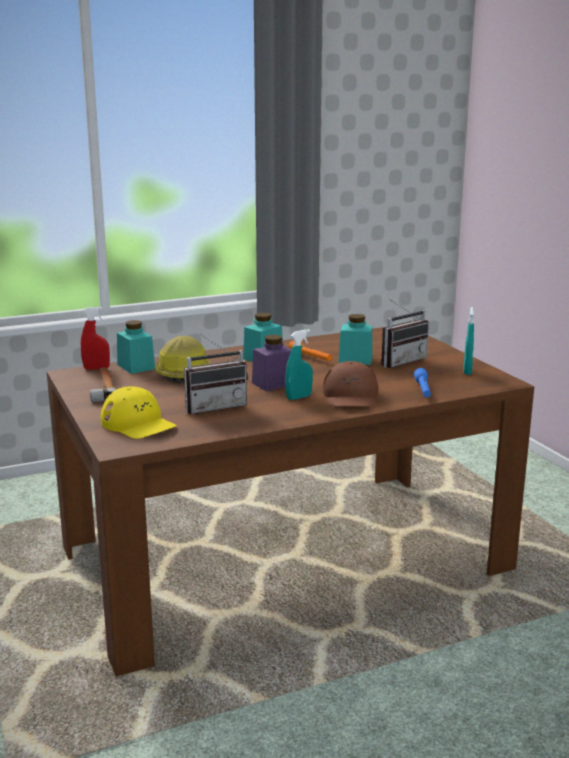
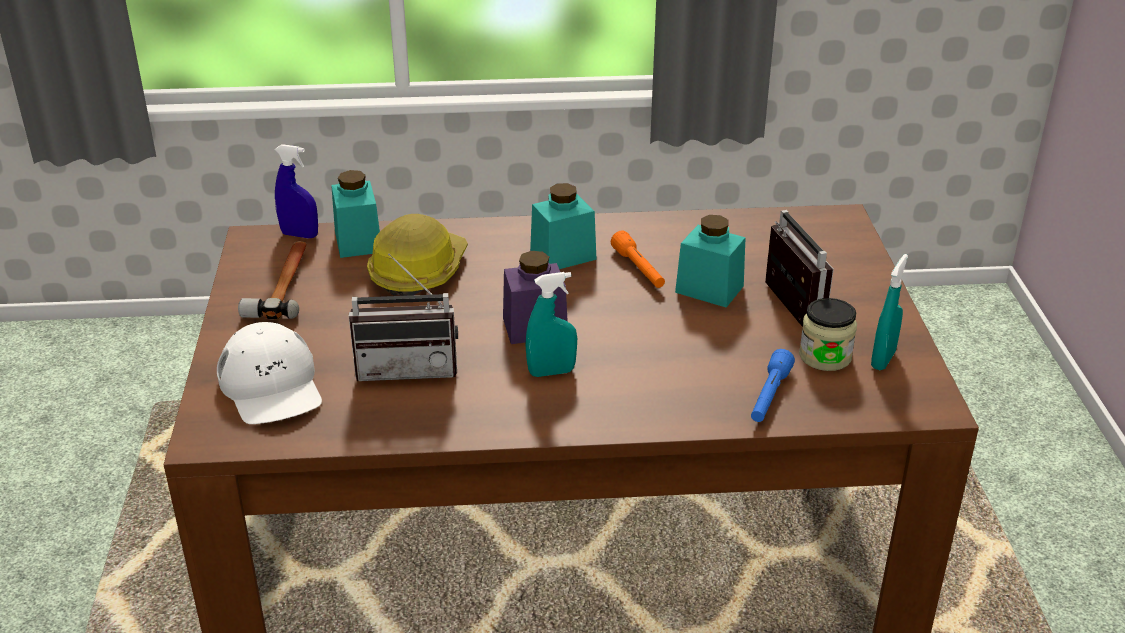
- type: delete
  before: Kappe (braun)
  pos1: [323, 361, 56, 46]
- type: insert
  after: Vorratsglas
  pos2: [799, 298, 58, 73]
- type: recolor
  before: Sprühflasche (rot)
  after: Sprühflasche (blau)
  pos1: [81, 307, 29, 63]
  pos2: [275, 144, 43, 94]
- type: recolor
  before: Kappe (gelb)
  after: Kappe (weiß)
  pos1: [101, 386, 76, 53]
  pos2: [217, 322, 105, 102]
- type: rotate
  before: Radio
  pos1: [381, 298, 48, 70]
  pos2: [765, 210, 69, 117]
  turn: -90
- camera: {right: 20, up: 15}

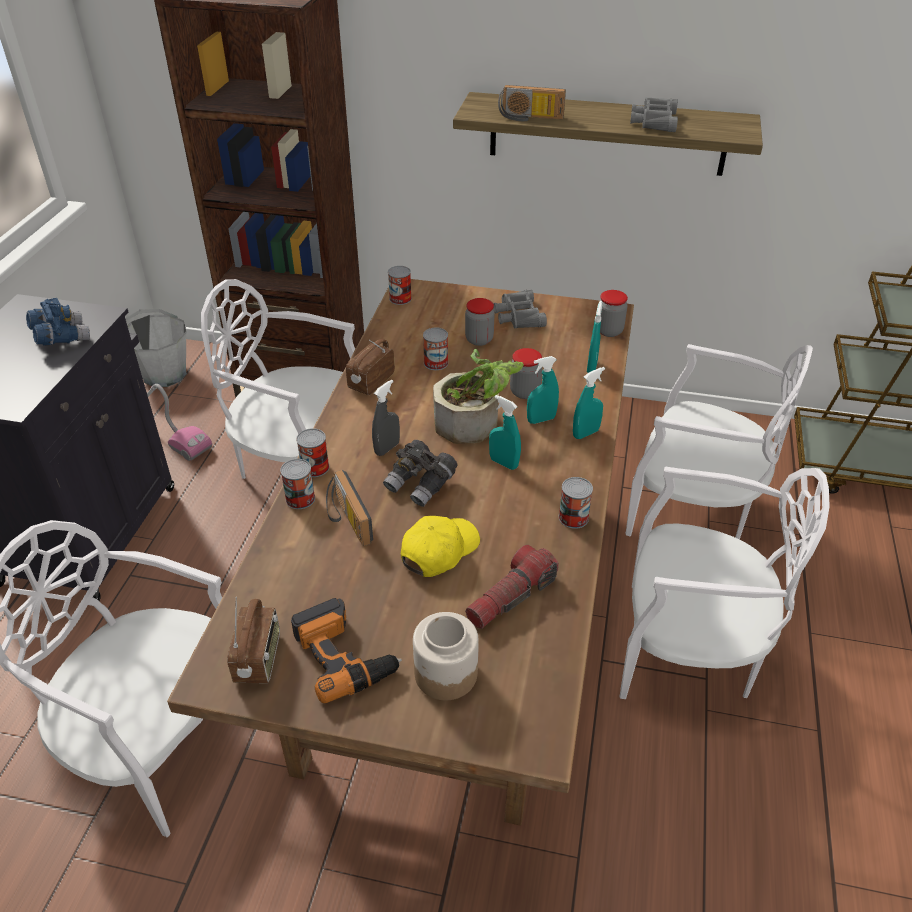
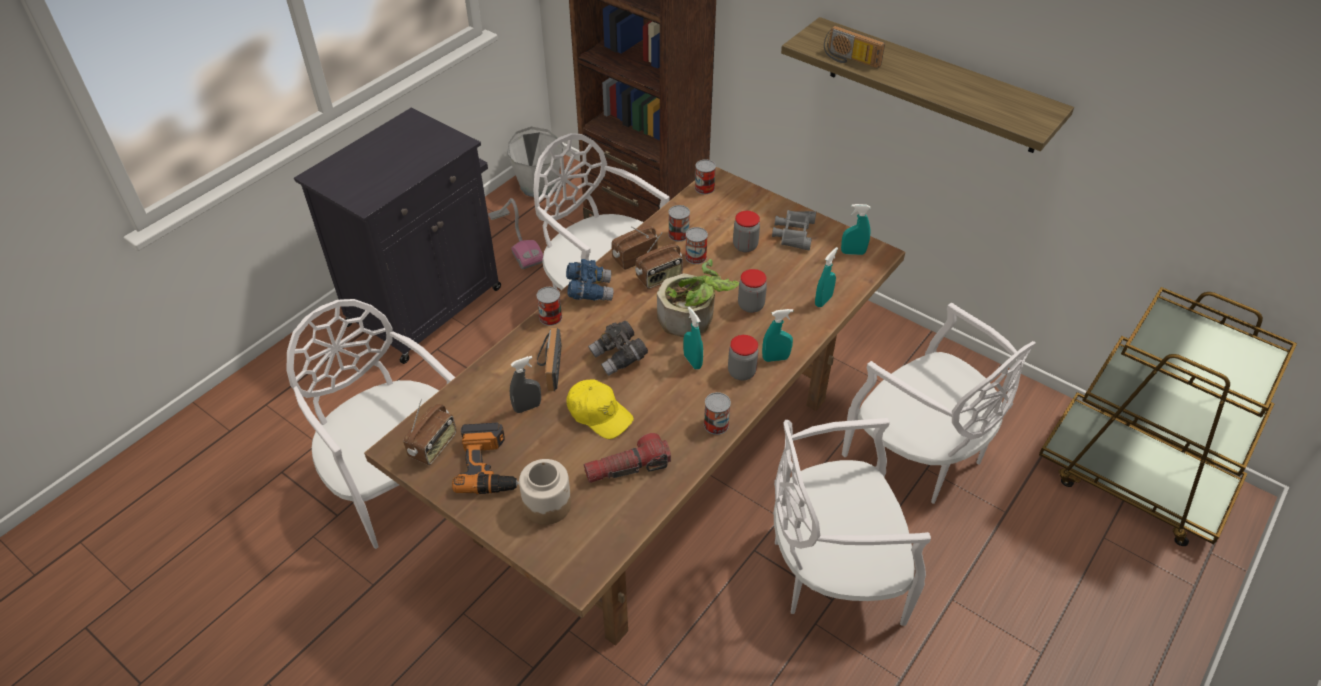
- type: delete
  before: Fernglas (grau)
  pos1: [630, 97, 48, 35]
- type: insert
  after: Radio
  pos2: [635, 232, 48, 57]
- type: move
  before: Fernglas (blau)
  pos1: [26, 298, 64, 48]
  pos2: [566, 259, 47, 42]
- type: move
  before: Dose
  pos1: [280, 459, 35, 50]
  pos2: [668, 205, 22, 37]
- type: move
  before: Sprühflasche (grau)
  pos1: [372, 380, 28, 76]
  pos2: [510, 356, 31, 57]
- type: move
  before: Sprühflasche (türkis)
  pos1: [527, 356, 32, 68]
  pos2: [841, 204, 30, 51]
- type: move
  before: Vorratsglas
  pos1: [600, 290, 28, 47]
  pos2: [728, 335, 31, 46]
- type: rotate
  before: Kappe (gelb)
  pos1: [401, 516, 79, 61]
  pos2: [566, 379, 68, 60]
  turn: 60
- type: rotate
  before: Stuhl (weiß)
  pos1: [619, 467, 211, 232]
  pos2: [774, 418, 157, 208]
  turn: 135
- camera: {right: 25, up: 5}

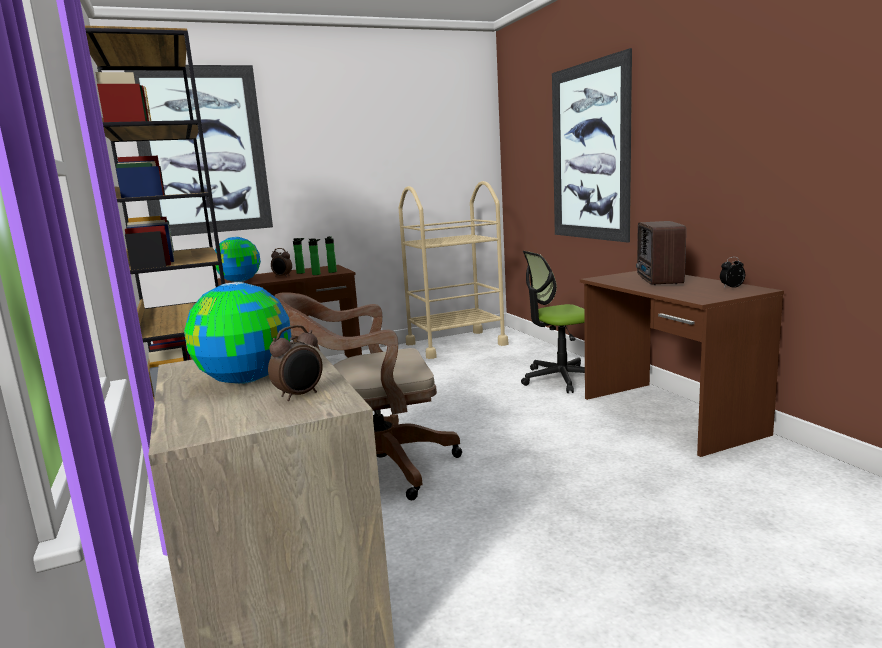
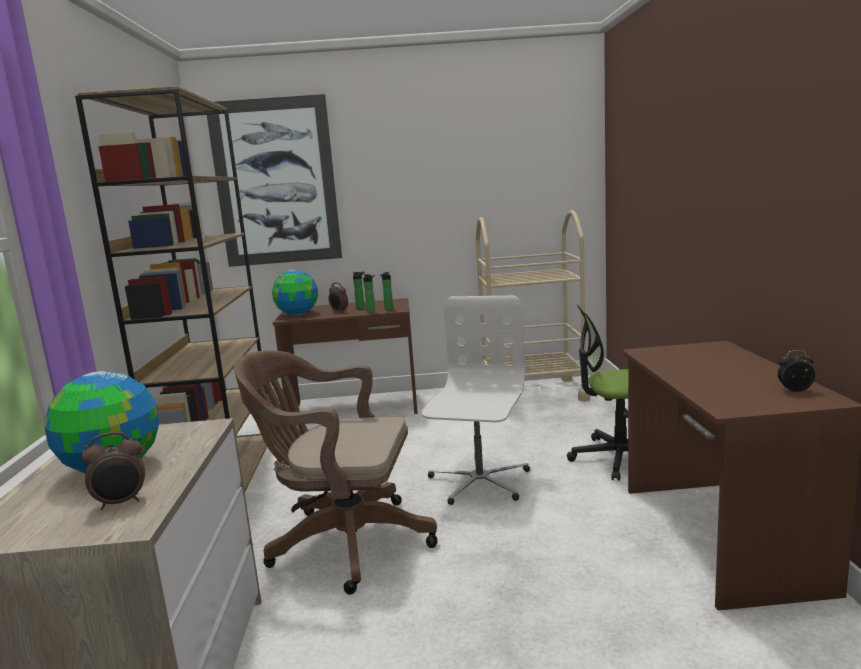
- type: delete
  before: Bild
  pos1: [552, 48, 80, 195]
- type: delete
  before: Radio
  pos1: [636, 221, 50, 64]
- type: insert
  after: Bürostuhl (weiß)
  pos2: [421, 296, 109, 209]
- camera: {right: 20, up: 0}

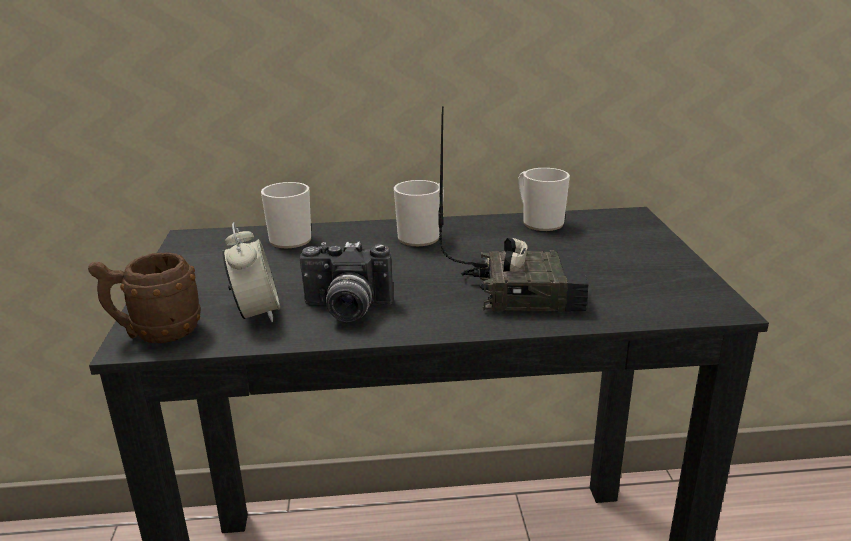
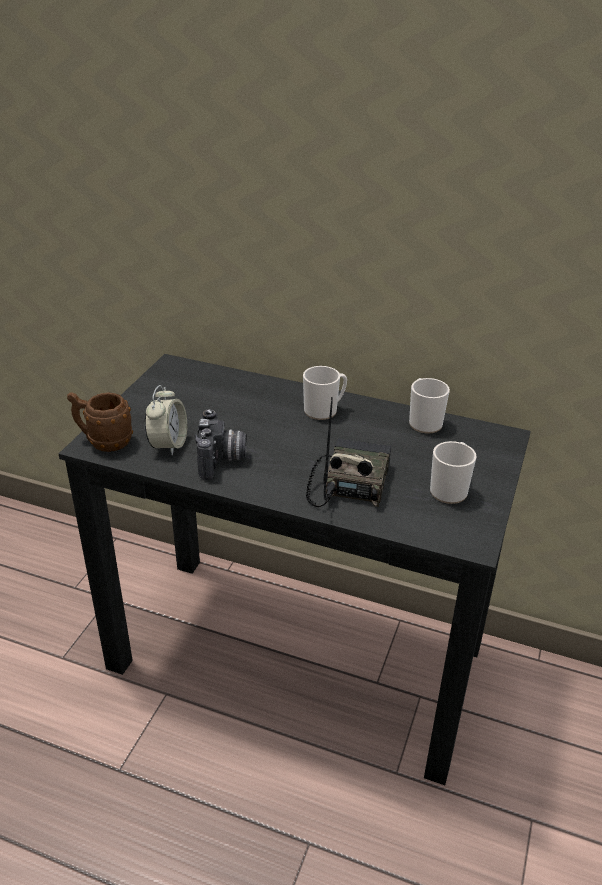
- type: move
  before: Henkelbecher
  pos1: [261, 182, 50, 66]
  pos2: [430, 441, 46, 63]
- type: rotate
  before: Kamera
  pos1: [299, 242, 94, 80]
  pos2: [195, 409, 52, 71]
  turn: -120
- type: rotate
  before: Radio
  pos1: [438, 106, 151, 206]
  pos2: [306, 397, 86, 110]
  turn: -105
- camera: {right: 25, up: 10}

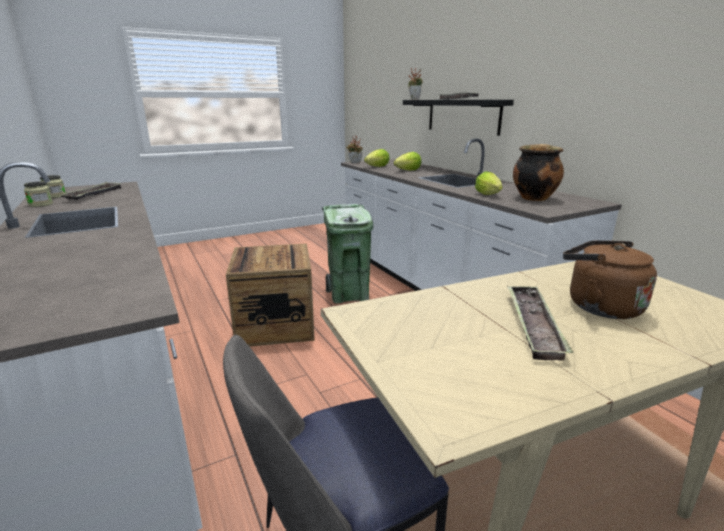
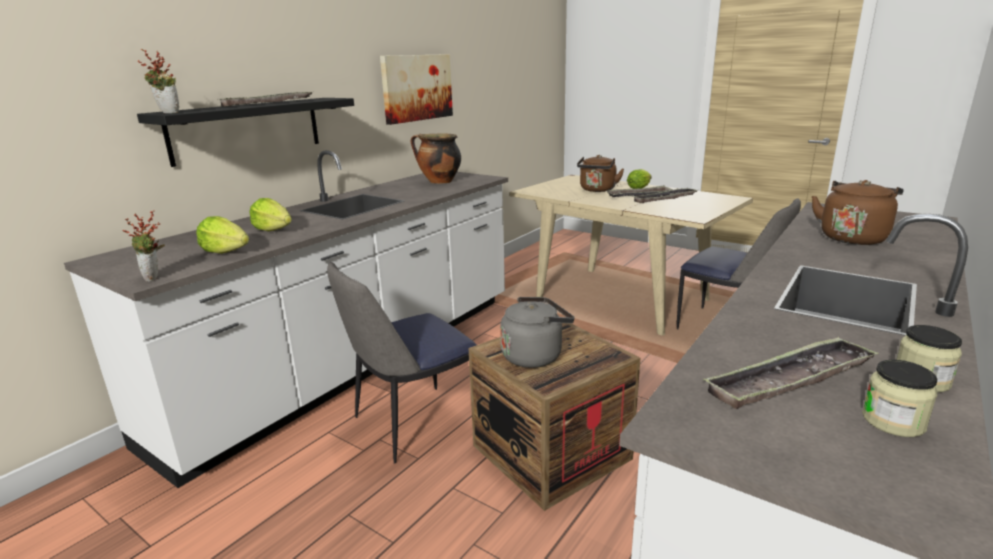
- type: insert
  after: Bild
  pos2: [380, 54, 73, 71]
- type: insert
  after: Wasserkessel (grau)
  pos2: [500, 297, 75, 71]
- type: insert
  after: Tablett
  pos2: [632, 188, 66, 15]
- type: insert
  after: Wasserkessel (braun)
  pos2: [812, 180, 92, 65]
- type: move
  before: Salatkopf
  pos1: [475, 171, 28, 24]
  pos2: [627, 169, 25, 20]
- type: replace
  before: Mülleimer (grün)
  after: Stuhl
  pos1: [322, 204, 51, 100]
  pos2: [327, 262, 149, 202]
- camera: {right: -115, up: 0}

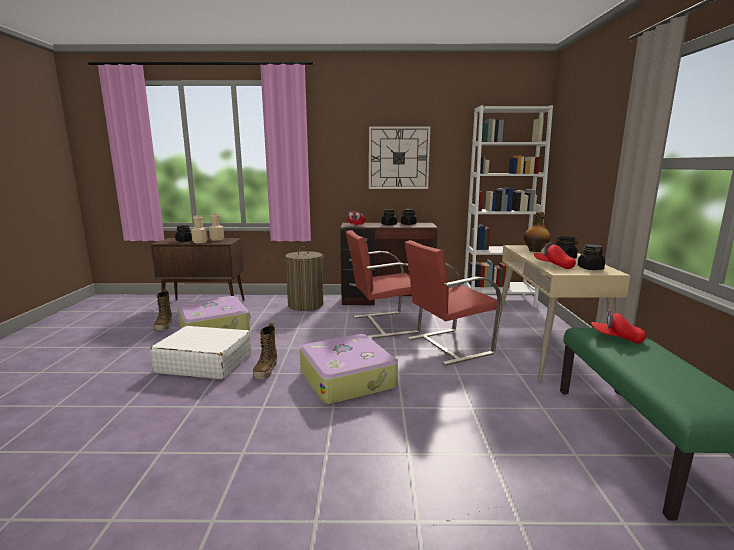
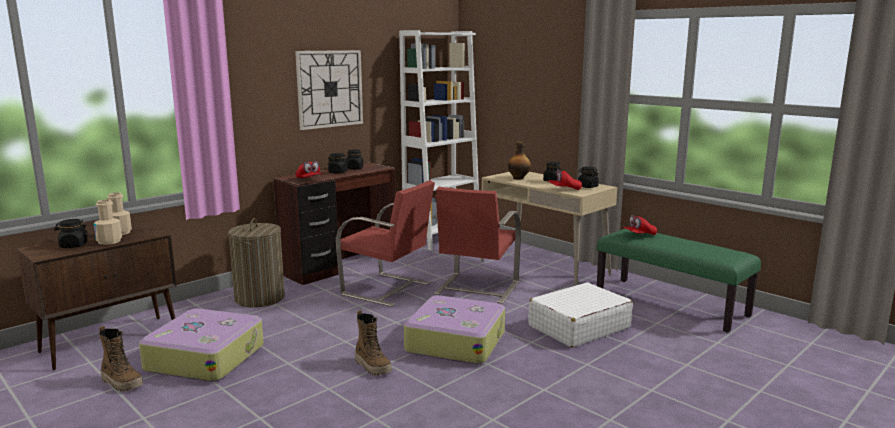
- type: move
  before: Koffer (weiß)
  pos1: [150, 326, 101, 53]
  pos2: [528, 282, 105, 66]
- type: rotate
  before: Stuhl (rot)
  pos1: [346, 230, 77, 108]
  pos2: [336, 180, 99, 127]
  turn: -90
- camera: {right: -45, up: 0}

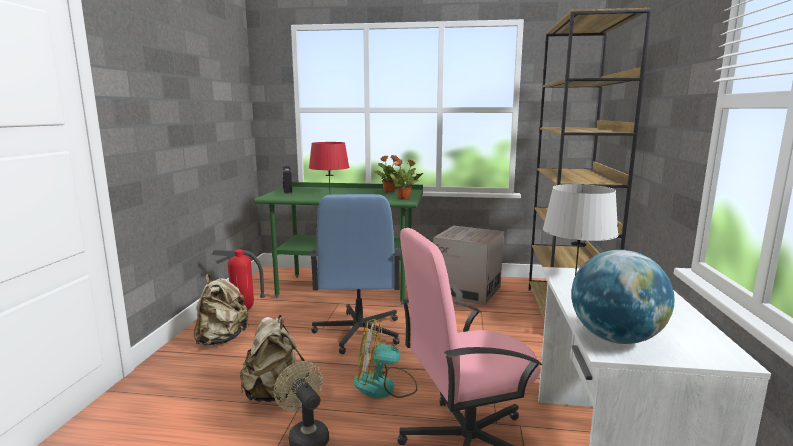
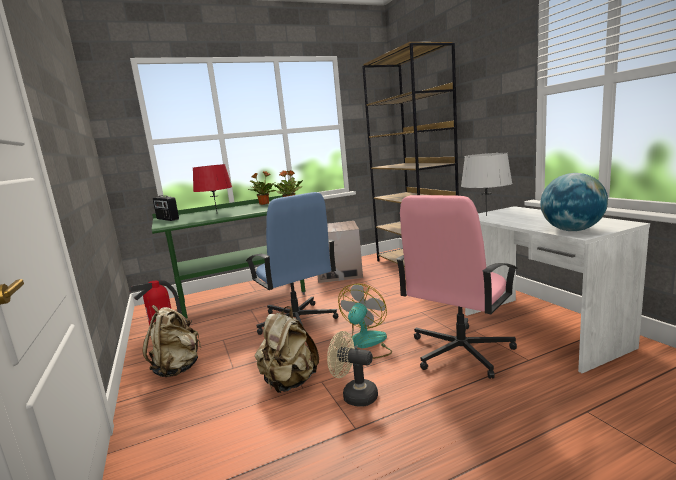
- type: rotate
  before: Ventilator
  pos1: [354, 319, 63, 80]
  pos2: [338, 284, 54, 75]
  turn: 150
- camera: {right: -30, up: 0}

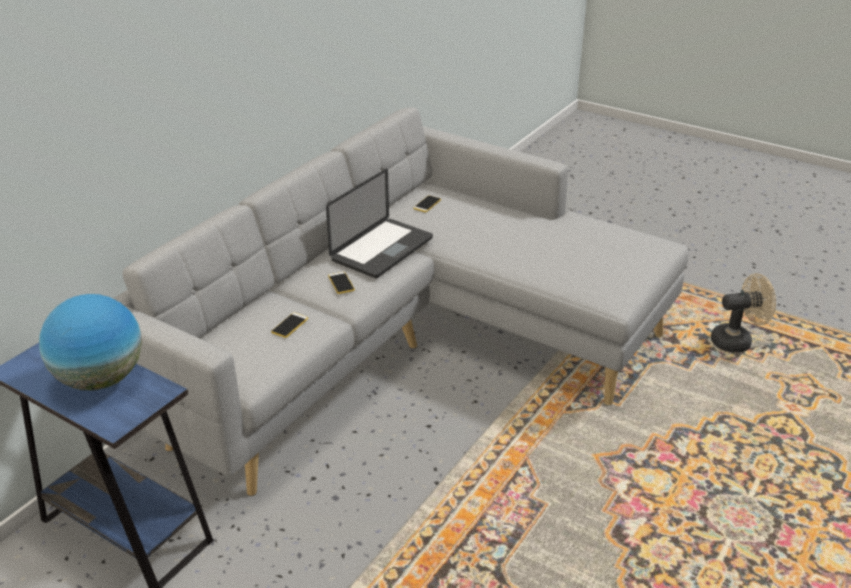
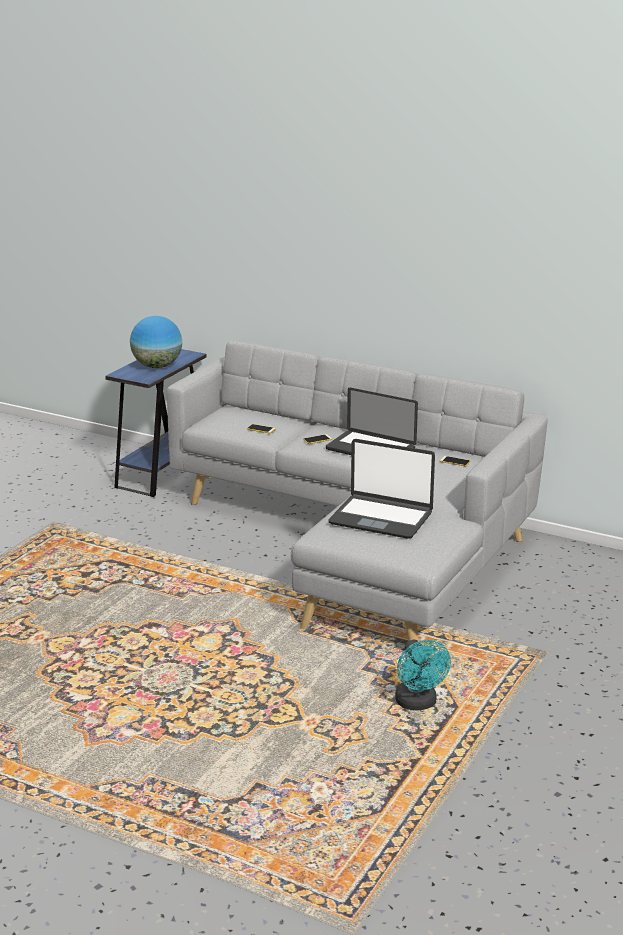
- type: insert
  after: Laptop
  pos2: [328, 439, 107, 100]
- type: recolor
  before: Ventilator (beige)
  after: Ventilator (türkis)
  pos1: [711, 273, 65, 80]
  pos2: [395, 639, 56, 71]
- camera: {right: 85, up: -10}

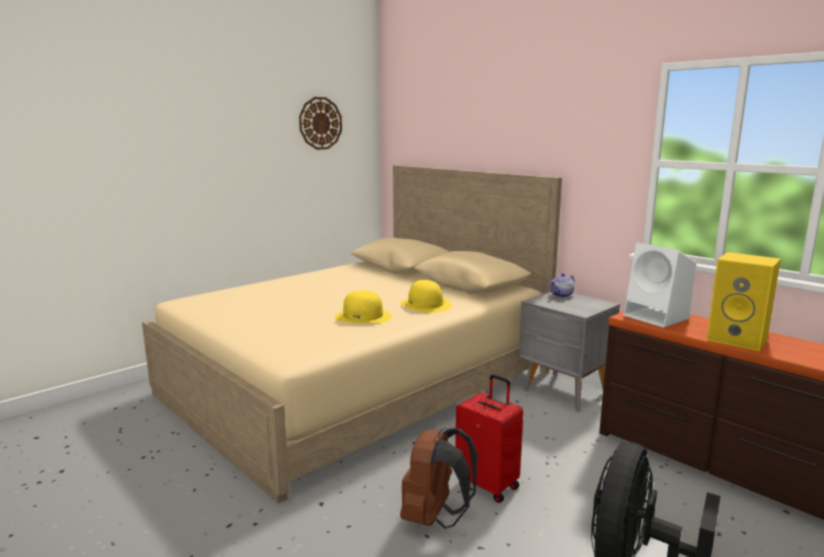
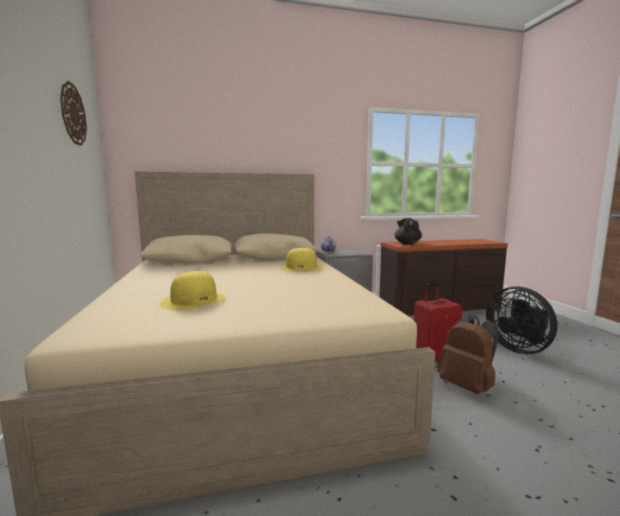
- type: delete
  before: Lautsprecher (gelb)
  pos1: [706, 252, 75, 99]
- type: move
  before: Hut (gelb)
  pos1: [334, 290, 58, 33]
  pos2: [160, 271, 67, 39]
- type: replace
  before: Lautsprecher (weiß)
  after: Teekanne (schwarz)
  pos1: [624, 243, 73, 85]
  pos2: [394, 218, 28, 26]
- camera: {right: -60, up: -5}

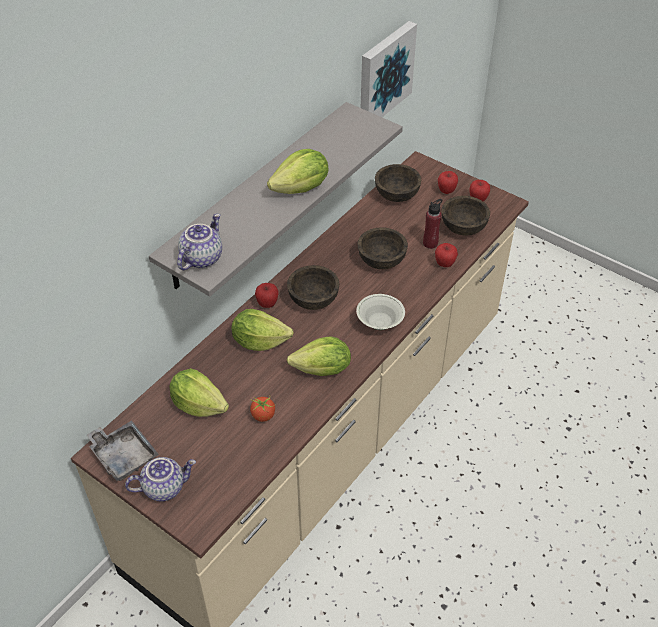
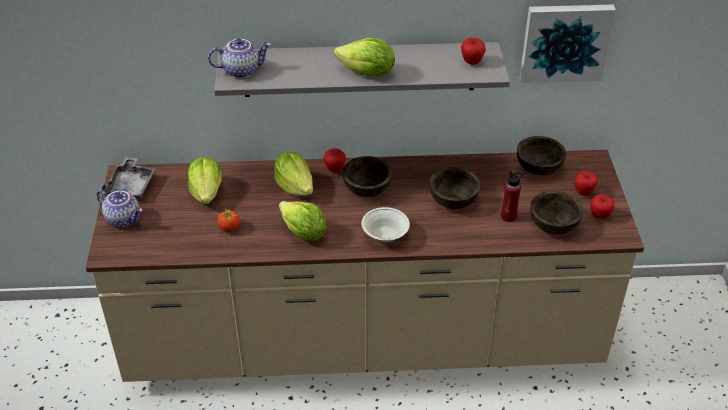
- type: move
  before: Apfel
  pos1: [435, 243, 23, 24]
  pos2: [461, 38, 25, 27]
- camera: {right: 50, up: -5}

